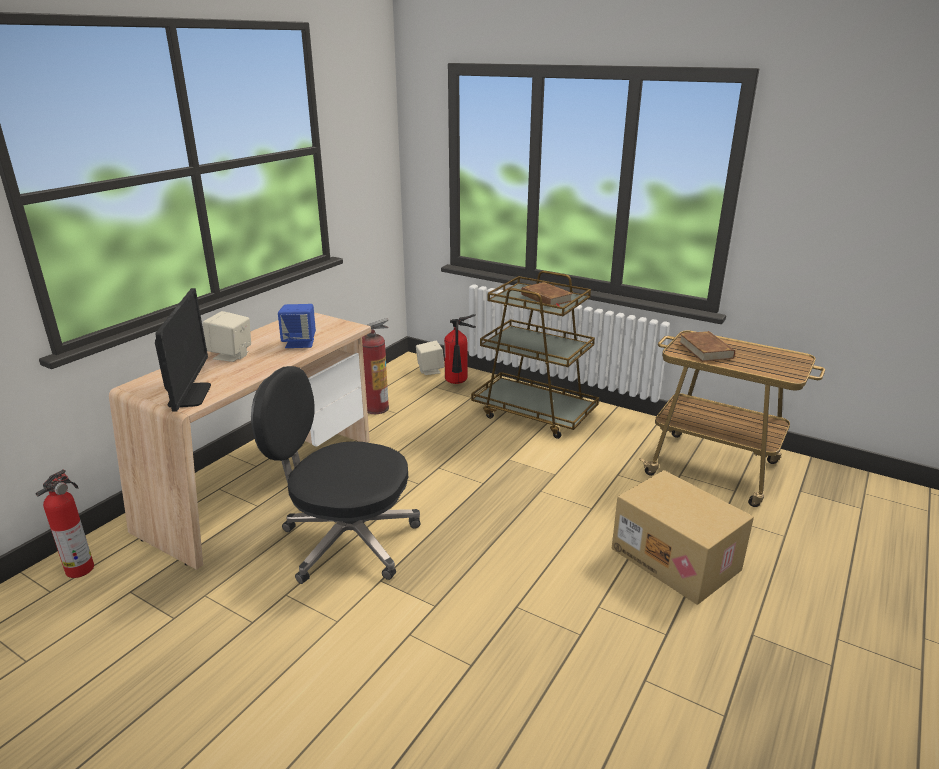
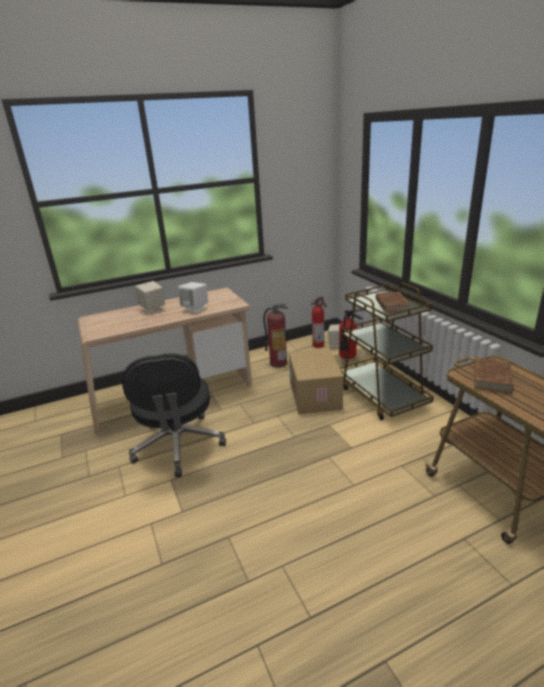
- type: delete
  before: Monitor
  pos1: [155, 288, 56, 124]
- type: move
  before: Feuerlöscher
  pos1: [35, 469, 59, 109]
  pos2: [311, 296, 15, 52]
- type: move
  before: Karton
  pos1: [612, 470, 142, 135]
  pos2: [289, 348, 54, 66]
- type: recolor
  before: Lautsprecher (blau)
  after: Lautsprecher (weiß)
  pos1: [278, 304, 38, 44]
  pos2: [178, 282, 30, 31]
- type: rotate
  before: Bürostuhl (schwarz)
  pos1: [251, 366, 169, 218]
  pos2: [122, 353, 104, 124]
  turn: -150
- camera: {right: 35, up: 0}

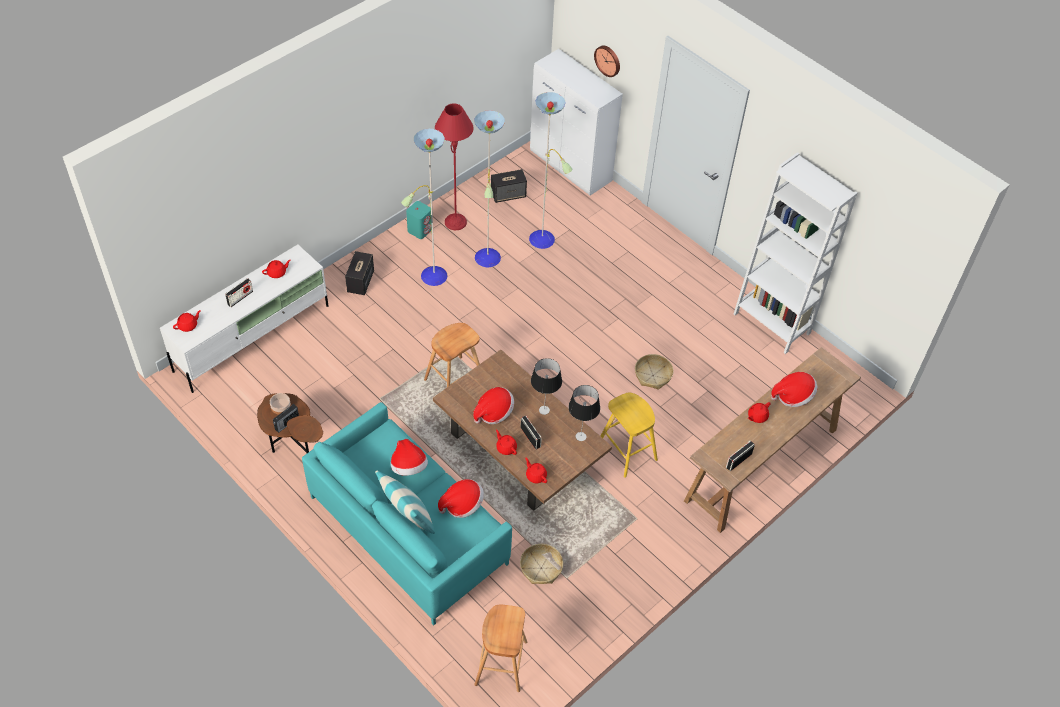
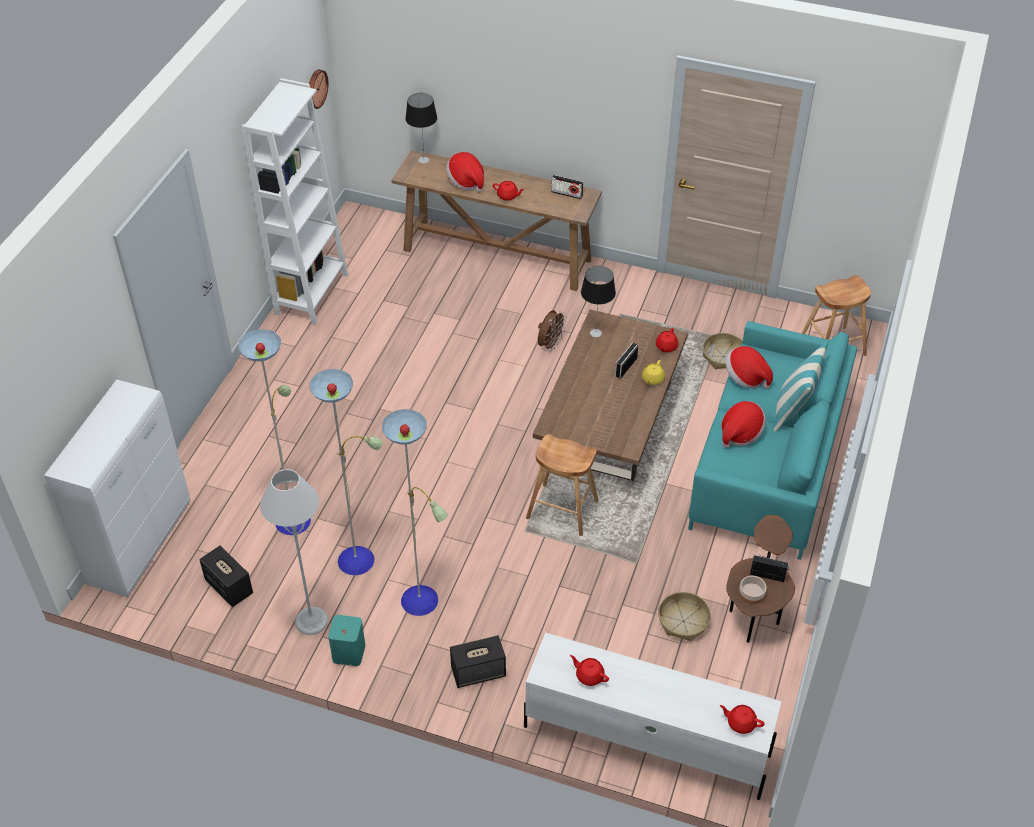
- type: delete
  before: Radio
  pos1: [225, 278, 28, 29]
- type: delete
  before: Hut
  pos1: [473, 387, 41, 37]
- type: move
  before: Tischlampe
  pos1: [531, 358, 31, 57]
  pos2: [405, 93, 32, 70]
- type: move
  before: Wanduhr
  pos1: [594, 45, 26, 32]
  pos2: [309, 69, 19, 40]
- type: move
  before: Korb
  pos1: [635, 354, 38, 36]
  pos2: [658, 592, 53, 49]
- type: replace
  before: Hocker (gelb)
  after: Ventilator (braun)
  pos1: [601, 392, 57, 86]
  pos2: [538, 310, 29, 42]
- type: recolor
  before: Stehlampe (rot)
  after: Stehlampe (grau)
  pos1: [435, 103, 39, 127]
  pos2: [260, 469, 68, 166]
- type: recolor
  before: Teekanne (rot)
  after: Teekanne (gelb)
  pos1: [496, 429, 21, 26]
  pos2: [642, 360, 23, 25]
- camera: {right: -115, up: -5}

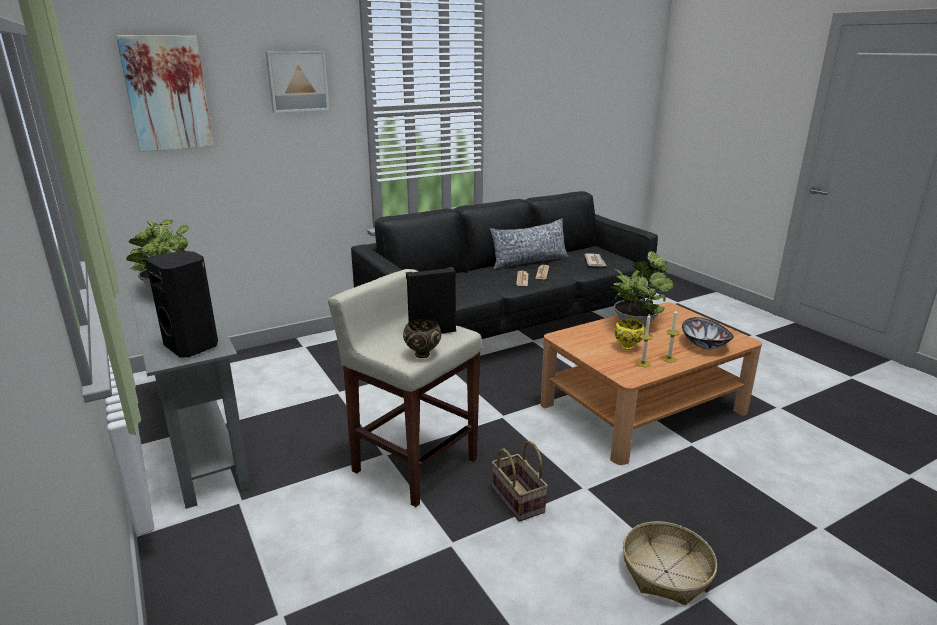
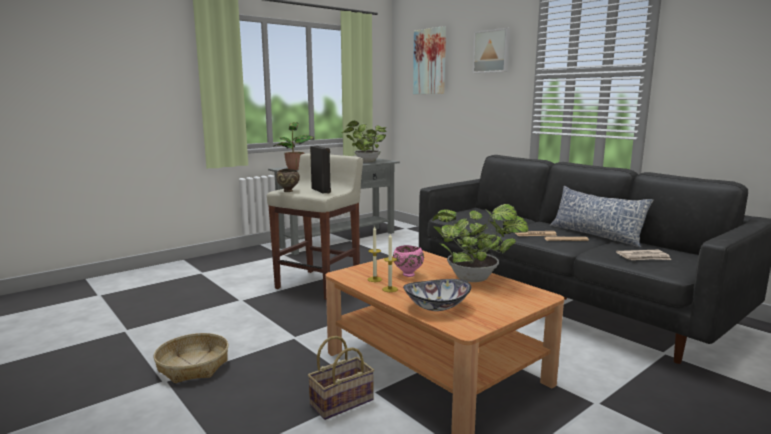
- type: move
  before: Korb
  pos1: [492, 441, 56, 81]
  pos2: [308, 336, 66, 84]
- type: replace
  before: Lautsprecher (schwarz)
  after: Topfpflanze
  pos1: [145, 251, 73, 107]
  pos2: [273, 122, 41, 48]
- type: recolor
  before: Schüssel (gelb)
  after: Schüssel (rosa)
  pos1: [614, 318, 31, 32]
  pos2: [393, 245, 31, 32]
- camera: {right: 80, up: -10}

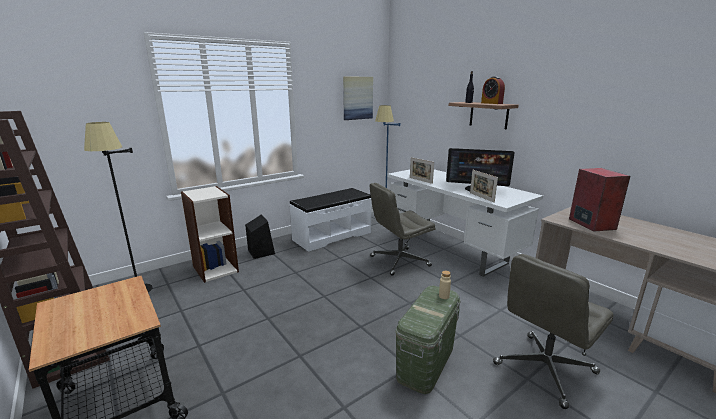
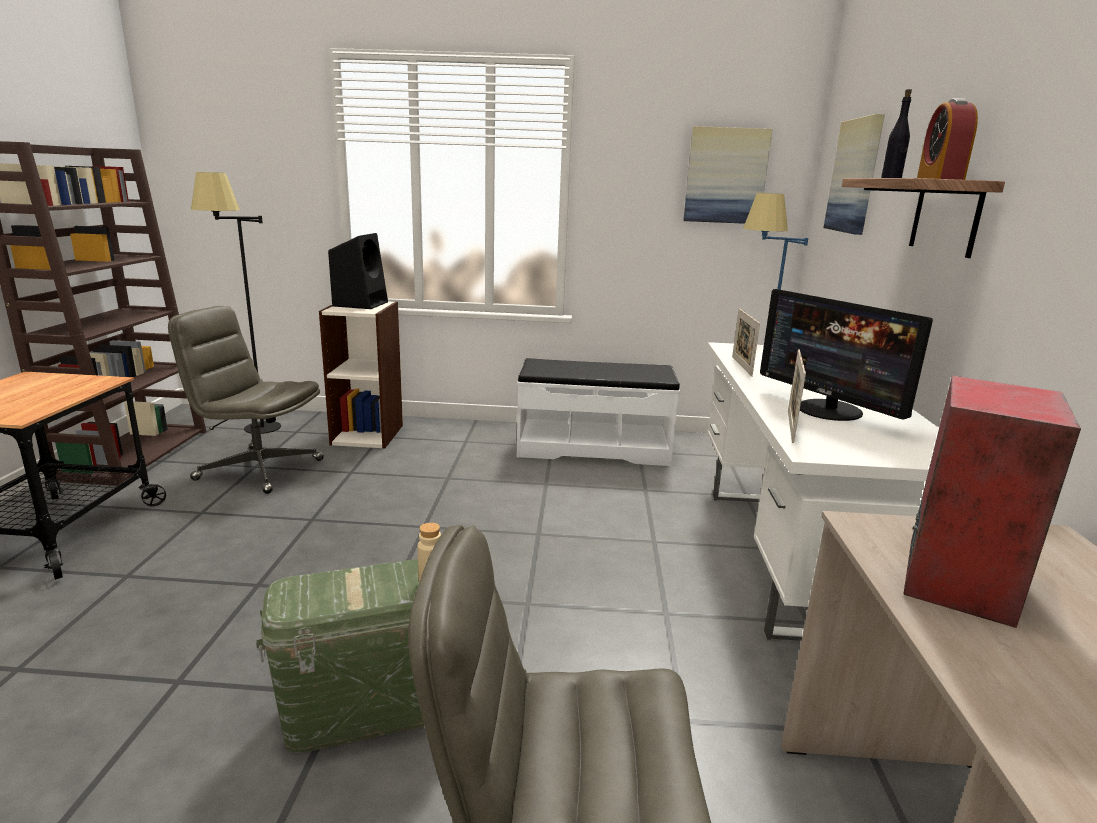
- type: insert
  after: Bild
  pos2: [824, 114, 61, 121]
- type: move
  before: Lautsprecher (schwarz)
  pos1: [245, 214, 30, 45]
  pos2: [328, 233, 60, 76]
- type: move
  before: Bürostuhl (grau)
  pos1: [370, 183, 66, 93]
  pos2: [168, 306, 156, 188]
- camera: {right: 40, up: 0}

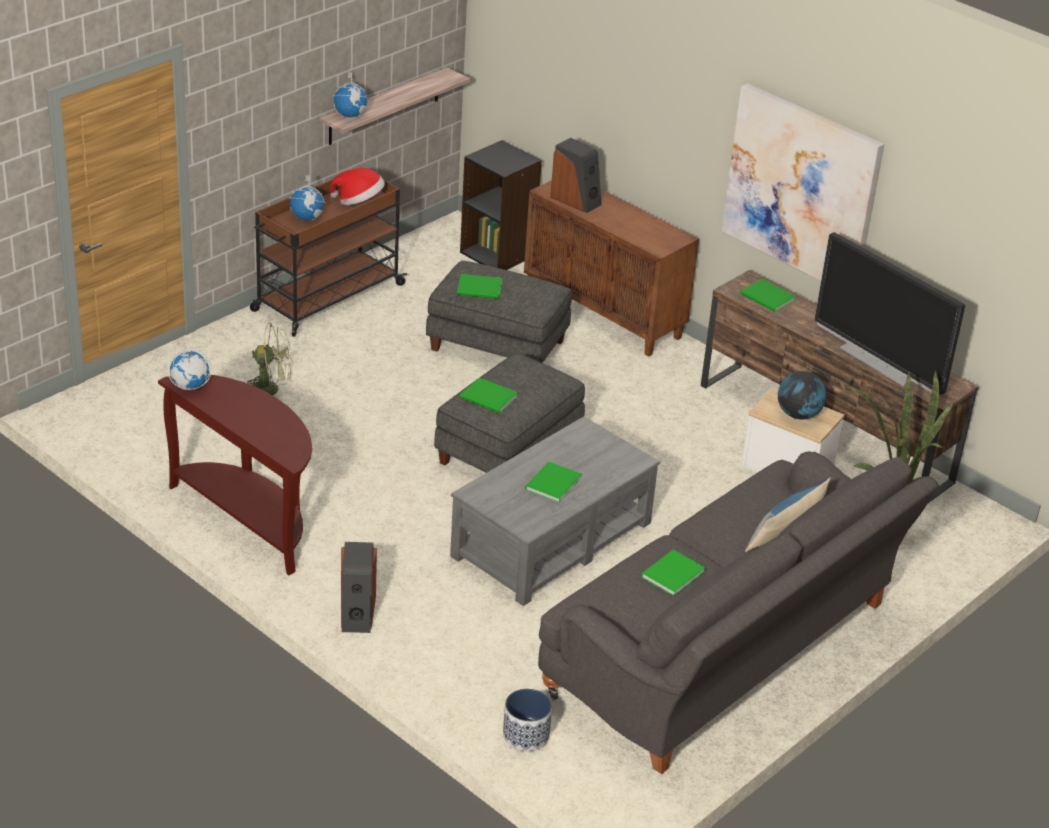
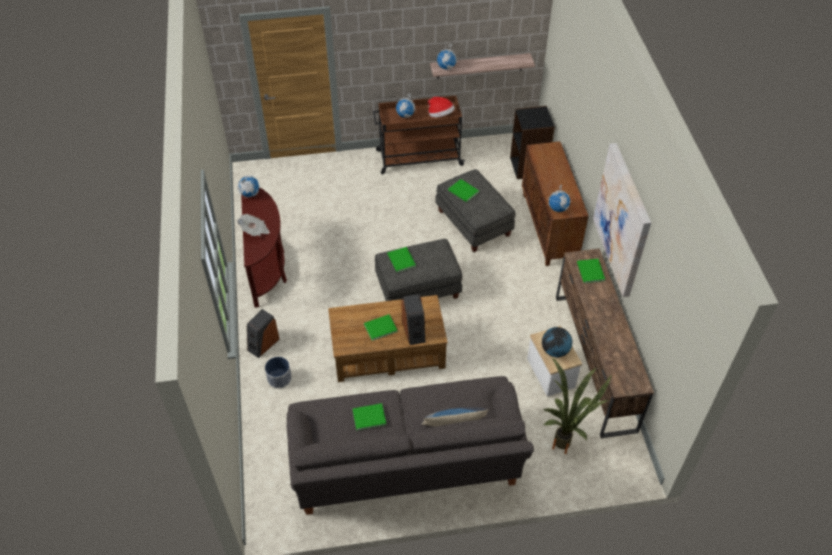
- type: delete
  before: Ventilator (grün)
  pos1: [244, 322, 48, 74]
- type: delete
  before: Fernseher
  pos1: [815, 232, 150, 164]
- type: insert
  after: Zeitung
  pos2: [237, 214, 33, 23]
- type: insert
  after: Globus
  pos2: [548, 185, 24, 27]
- type: move
  before: Pflanzkübel
  pos1: [503, 689, 49, 62]
  pos2: [265, 357, 27, 31]
- type: move
  before: Lautsprecher
  pos1: [550, 138, 52, 75]
  pos2: [401, 294, 24, 51]
- type: recolor
  before: Couchtisch (grau)
  after: Couchtisch (braun)
  pos1: [450, 416, 210, 190]
  pos2: [328, 295, 120, 87]
- camera: {right: 40, up: 15}

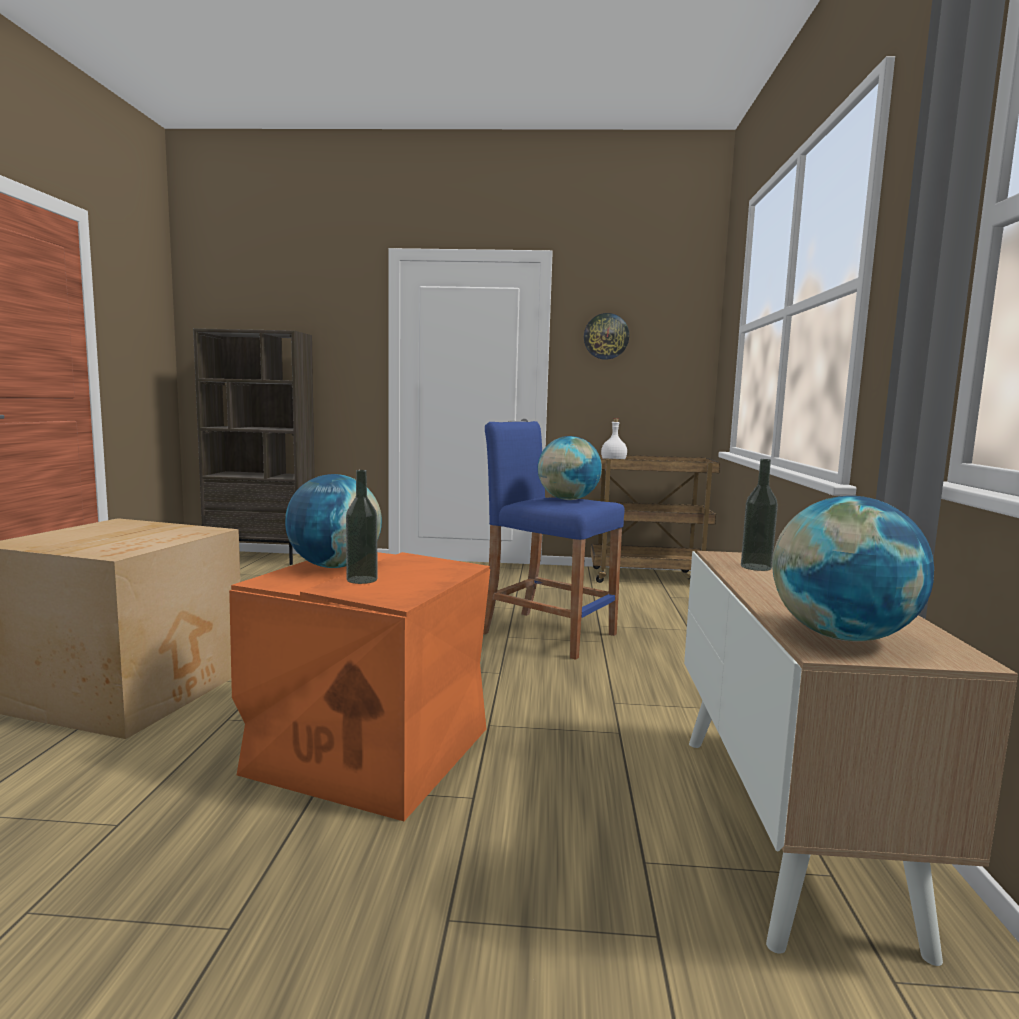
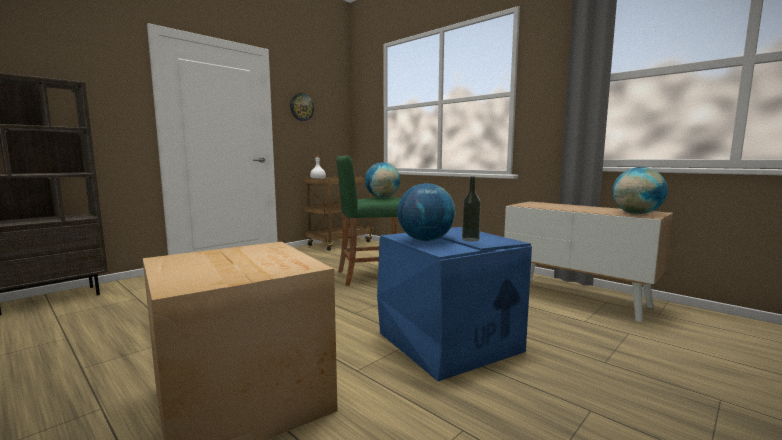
- type: delete
  before: Flasche
  pos1: [741, 459, 37, 112]
- type: recolor
  before: Aufbewahrungsbox (orange)
  after: Aufbewahrungsbox (blau)
  pos1: [229, 552, 261, 269]
  pos2: [377, 227, 155, 154]
- type: recolor
  before: Hocker (blau)
  after: Hocker (grün)
  pos1: [483, 421, 142, 239]
  pos2: [336, 156, 70, 130]
- camera: {right: -50, up: 0}

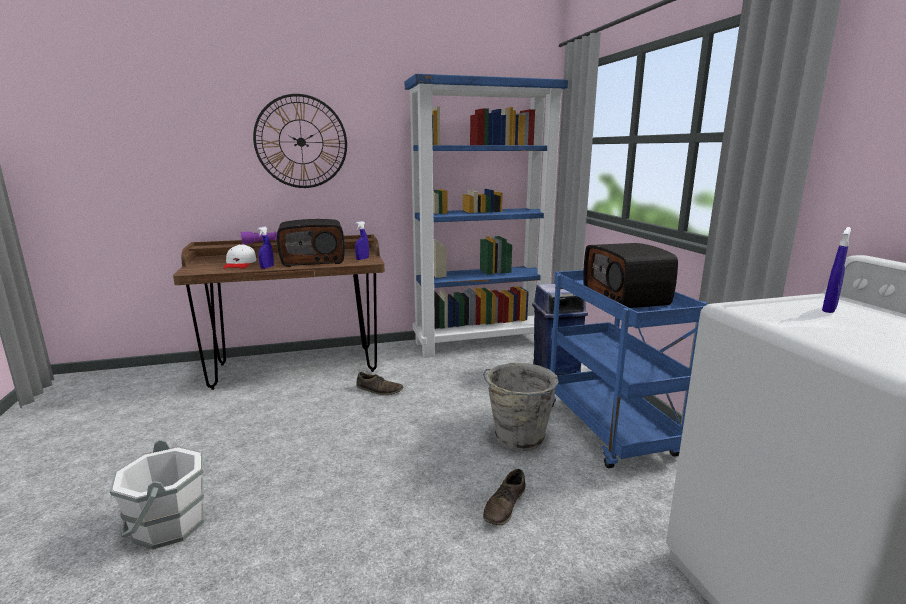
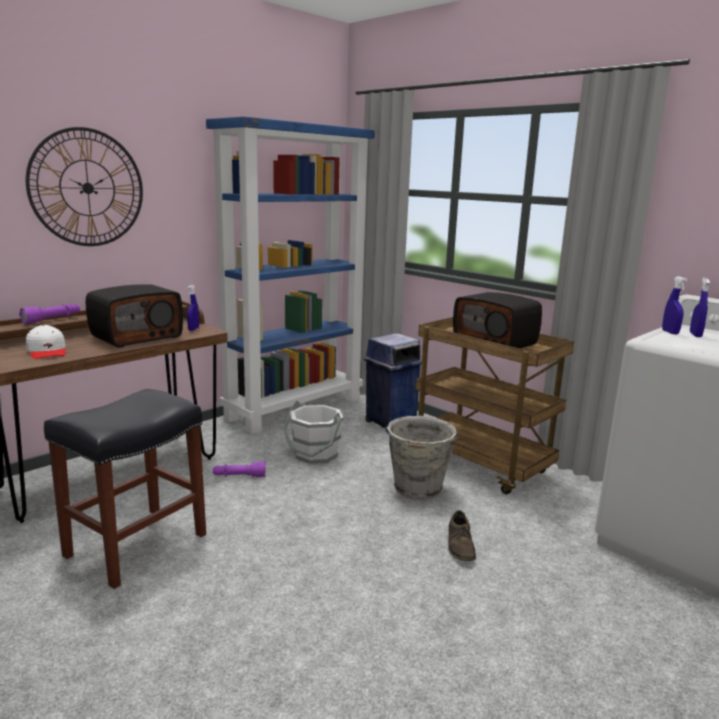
- type: insert
  after: Hocker (schwarz)
  pos2: [44, 389, 162, 200]
- type: move
  before: Eimer (weiß)
  pos1: [109, 440, 95, 109]
  pos2: [283, 401, 61, 62]
- type: move
  before: Sprühflasche (blau)
  pos1: [257, 227, 17, 42]
  pos2: [662, 276, 25, 58]
- type: replace
  before: Schuh (braun)
  after: Taschenlampe (lila)
  pos1: [356, 372, 47, 23]
  pos2: [213, 462, 53, 15]
- type: recolor
  before: Rollwagen (blau)
  after: Rollwagen (braun)
  pos1: [550, 270, 157, 198]
  pos2: [415, 317, 159, 178]
- camera: {right: -30, up: 0}

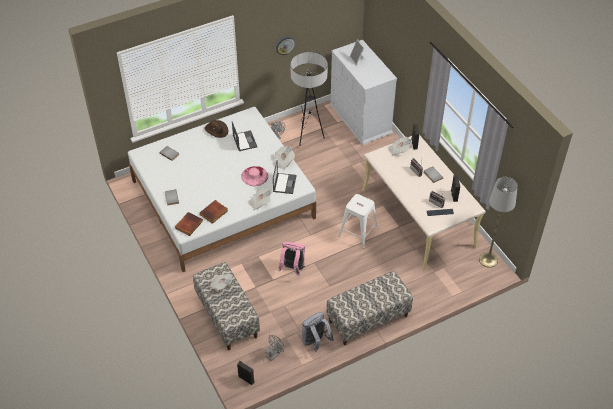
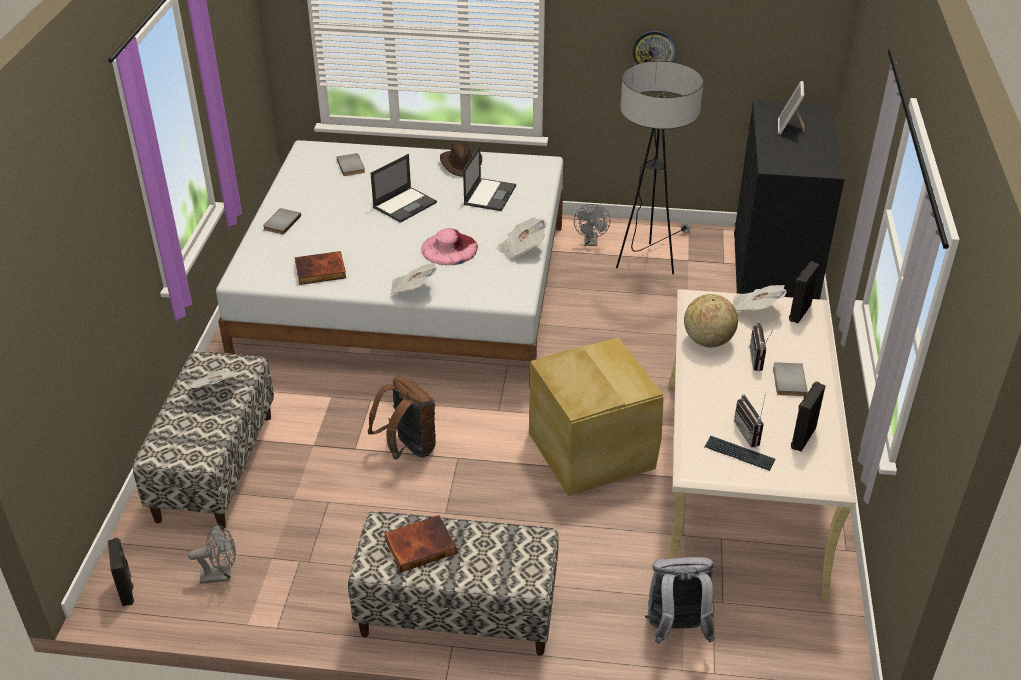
- type: delete
  before: Stehlampe (grau)
  pos1: [479, 177, 39, 91]
- type: insert
  after: Globus
  pos2: [684, 294, 54, 53]
- type: move
  before: Buch
  pos1: [175, 212, 28, 24]
  pos2: [384, 515, 73, 57]
- type: move
  before: Laptop
  pos1: [273, 161, 24, 33]
  pos2: [371, 154, 66, 69]
- type: move
  before: Rucksack (grau)
  pos1: [302, 312, 32, 40]
  pos2: [645, 557, 70, 87]
- type: replace
  before: Hocker (weiß)
  after: Aufbewahrungsbox (beige)
  pos1: [339, 194, 39, 54]
  pos2: [529, 337, 135, 159]
- type: recolor
  before: Rucksack (rosa)
  after: Rucksack (braun)
  pos1: [278, 242, 27, 34]
  pos2: [368, 377, 68, 82]
- type: recolor
  before: Kommode (weiß)
  after: Kommode (schwarz)
  pos1: [330, 40, 67, 106]
  pos2: [734, 101, 111, 198]
- camera: {right: 35, up: -10}

